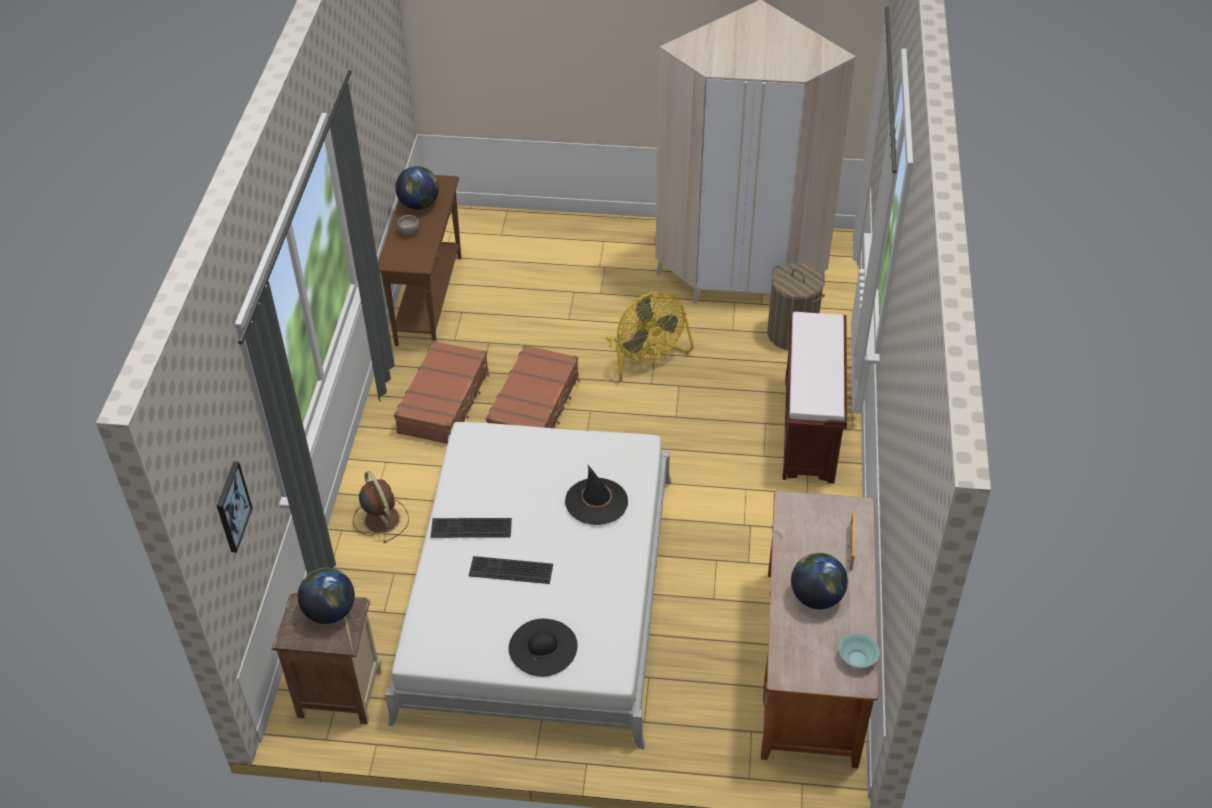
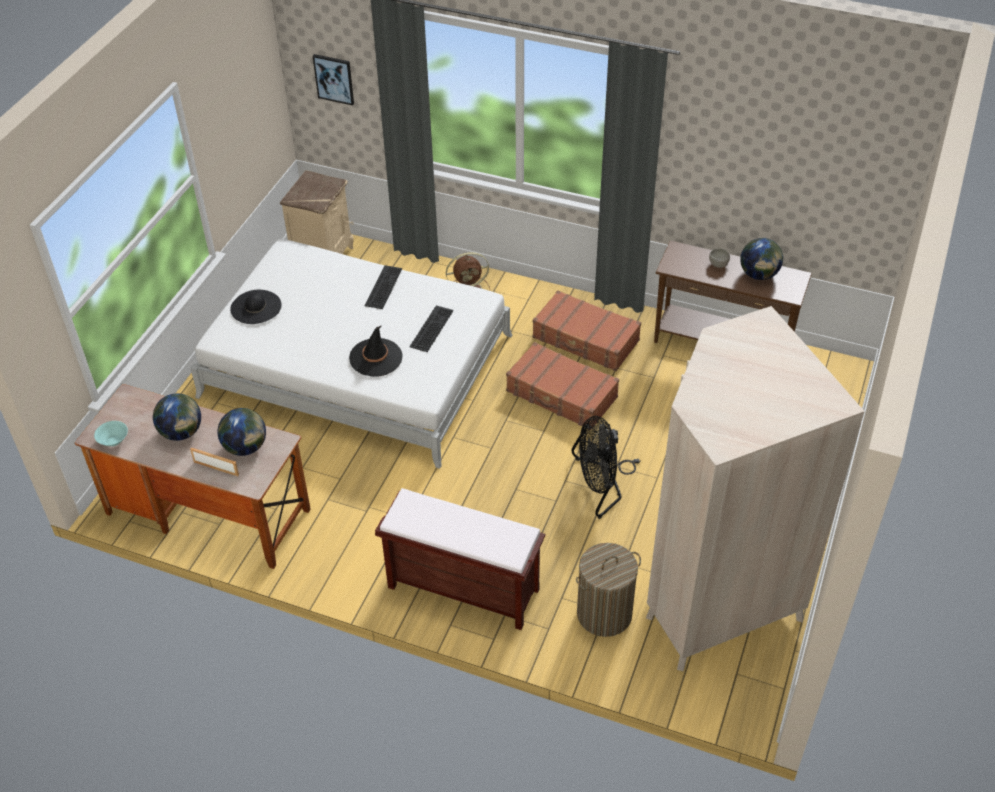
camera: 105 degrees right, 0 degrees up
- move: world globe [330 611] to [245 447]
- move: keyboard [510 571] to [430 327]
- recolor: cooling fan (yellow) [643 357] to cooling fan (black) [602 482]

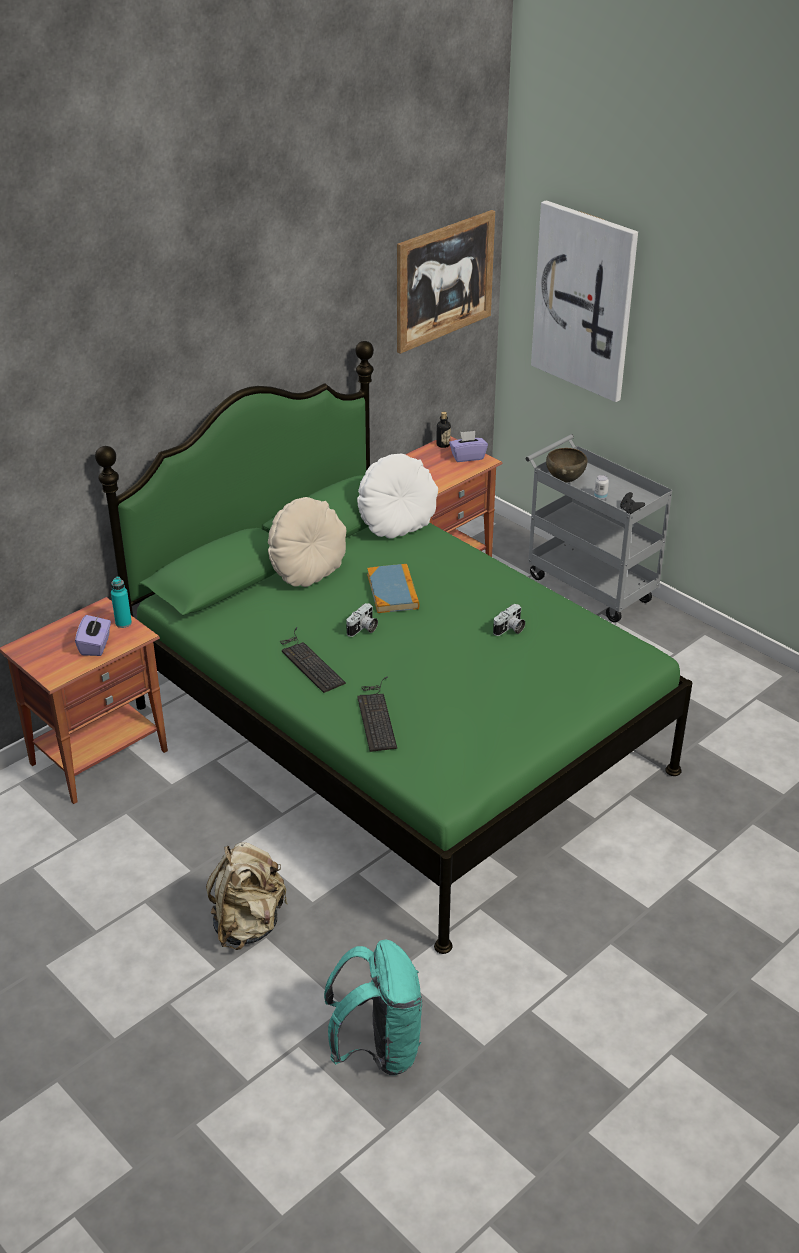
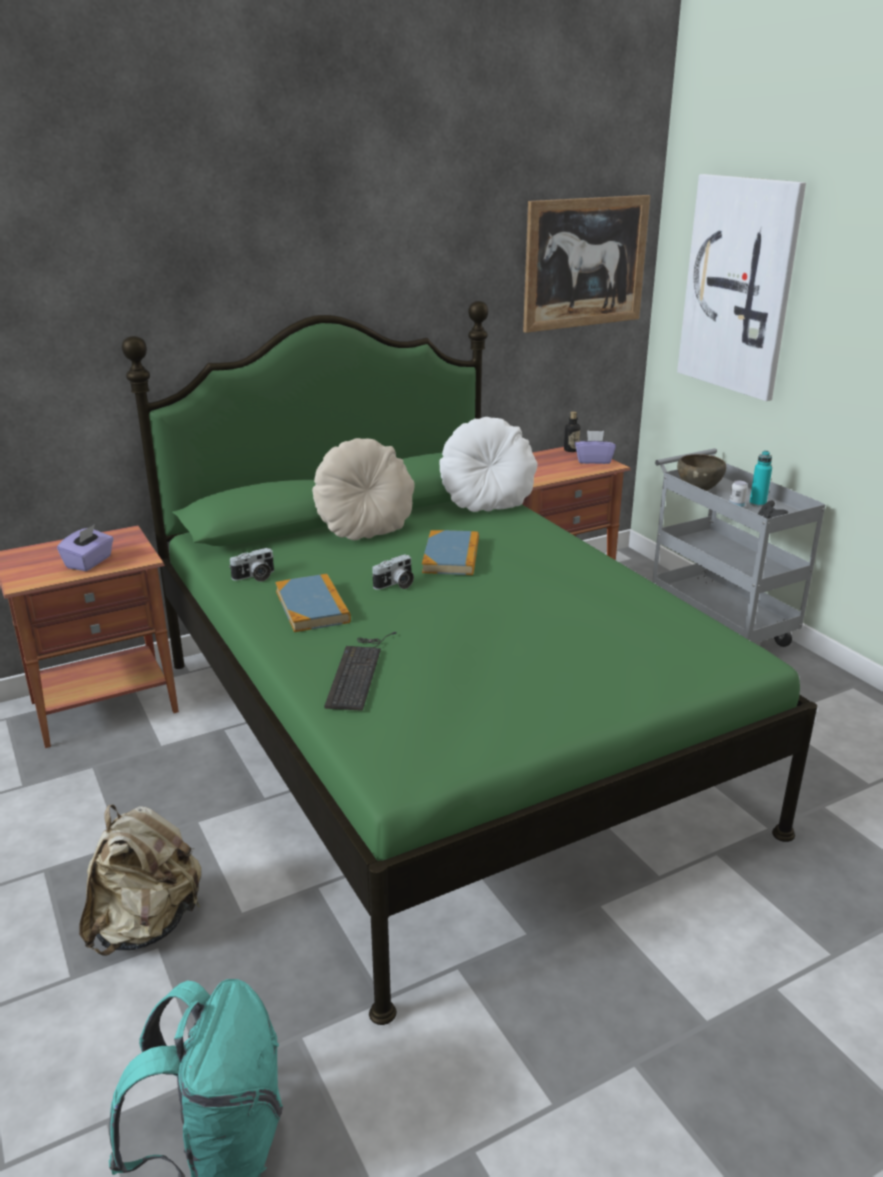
camera: 15 degrees right, 10 degrees down
- move: photo camera [510 629] to [255 577]
- replace: keyboard [309 661] to bound book [312 606]
- move: bottle (turquoise) [123 623] to [757 504]

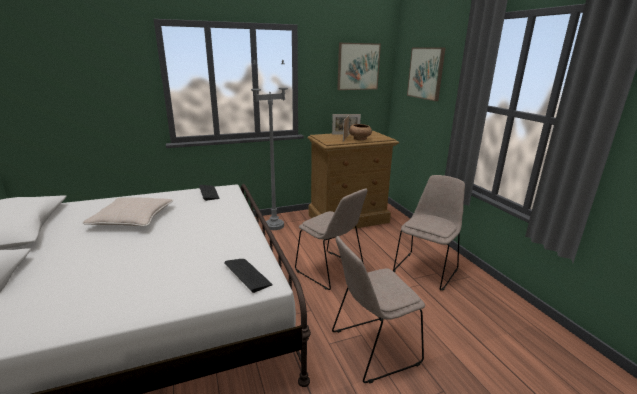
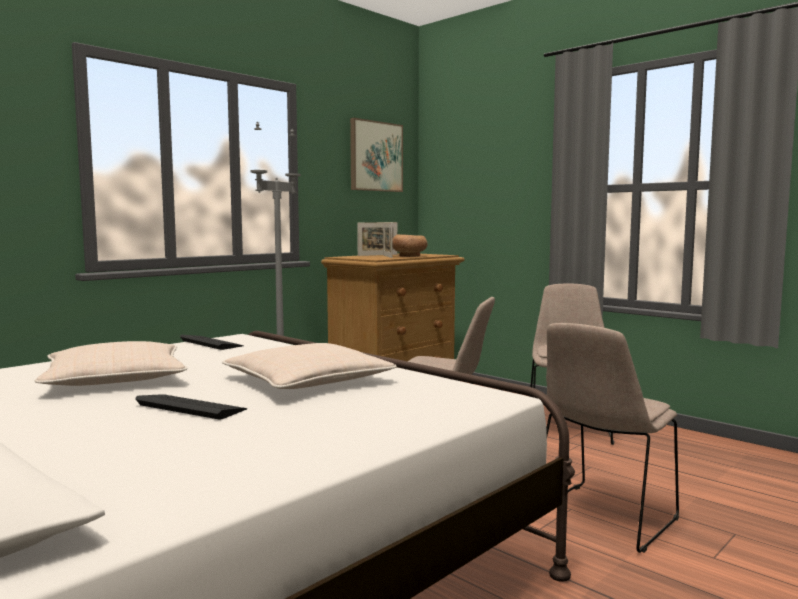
camera: 25 degrees left, 15 degrees down
- move: keyboard [247 275] to [191 407]
- insert: pillow (beige) [308 380]
- delete: wall picture [426 73]

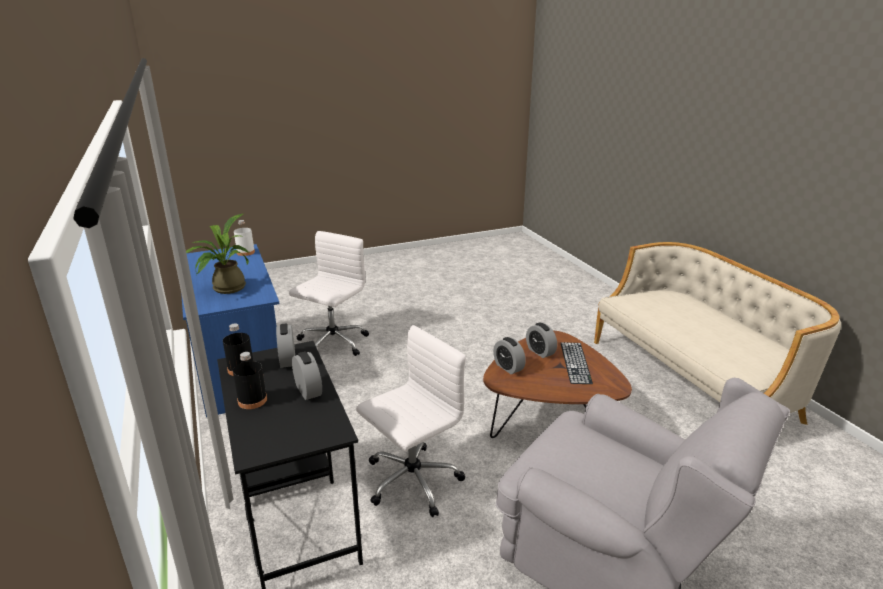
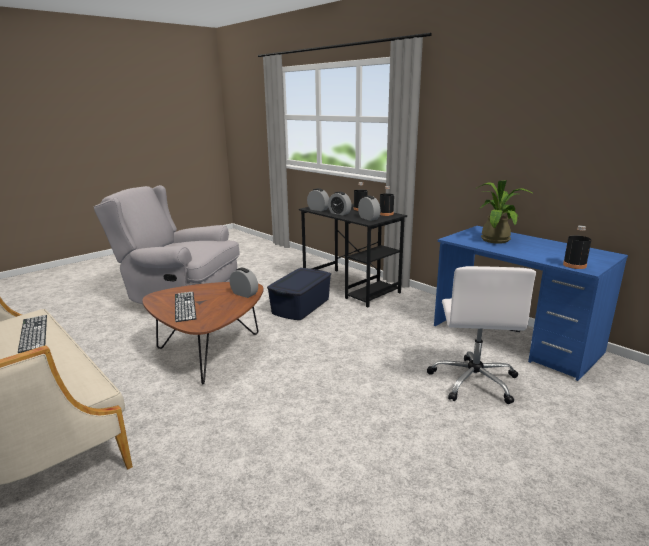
camera: 160 degrees right, 5 degrees down
- insert: keyboard [33 333]
- replace: desk chair (white) [411 481] to storage box (blue) [300 306]
- move: table clock [540 352] to [318 209]
- recolor: bottle (white) [245 252] to bottle (black) [574 265]

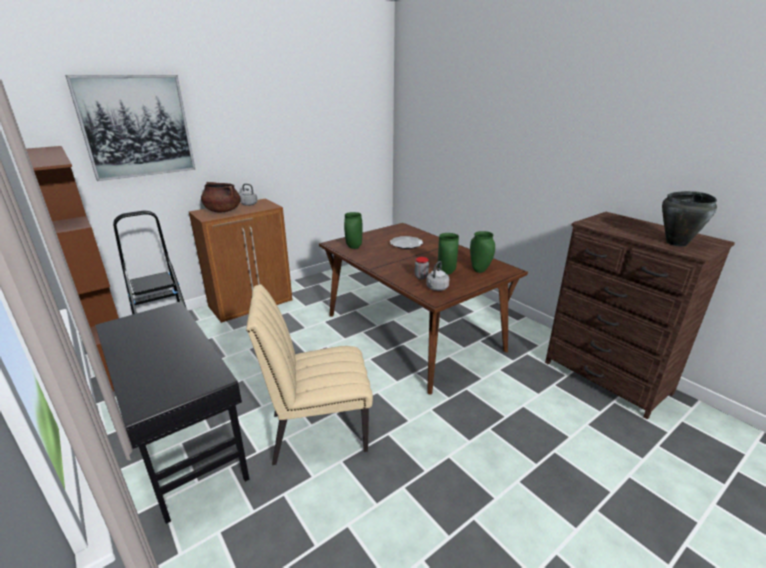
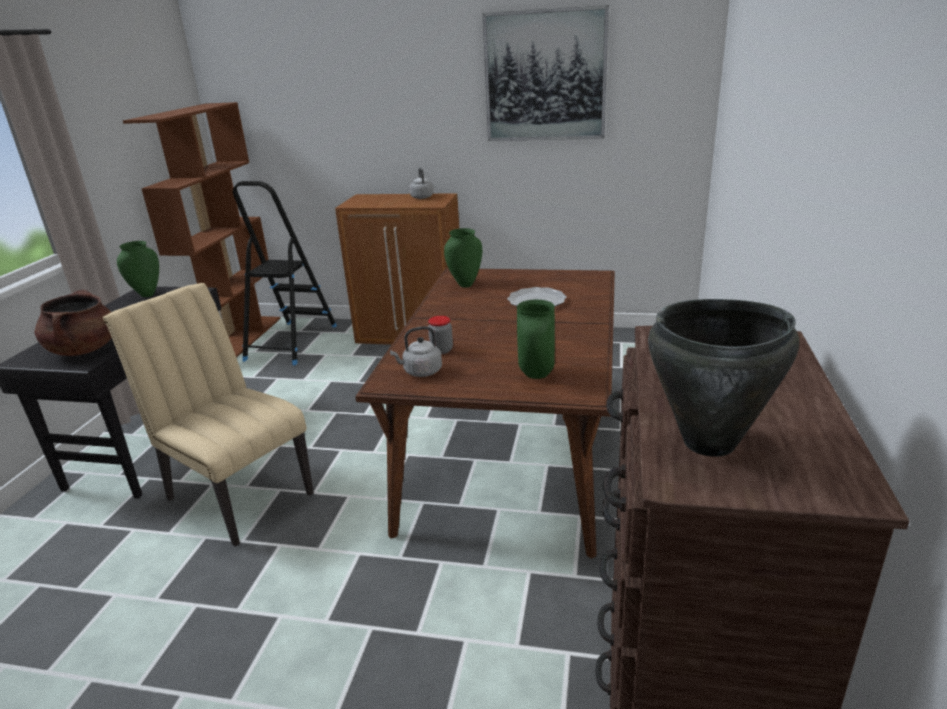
camera: 50 degrees right, 0 degrees up
- move: saucepot (brownish) [222 211] to [84 349]
- move: flower vase (green-coloured) [445 272] to [147 294]
- move: wall picture [136 127] to [545 76]

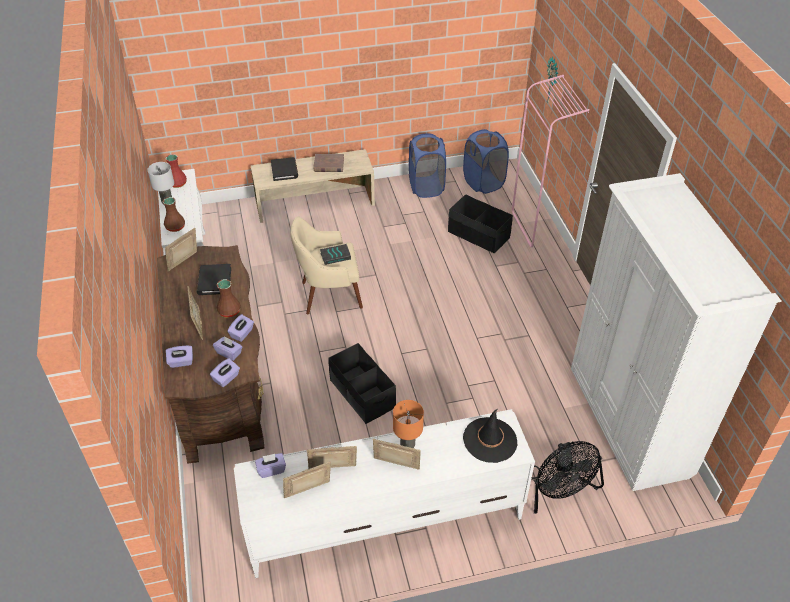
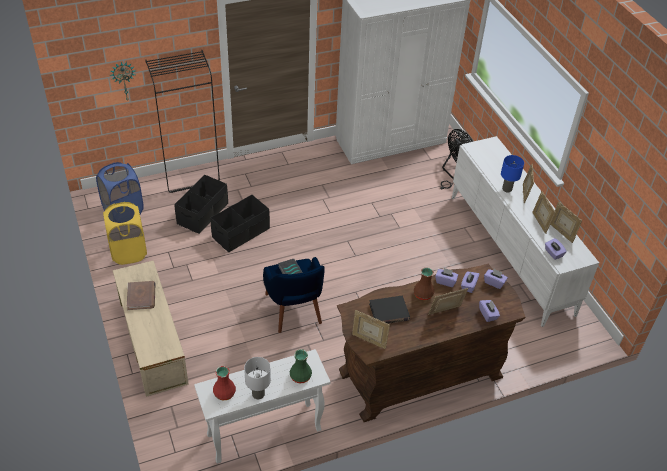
camera: 100 degrees left, 0 degrees up
- recolor: washing basket (blue) [426 187] to washing basket (yellow) [129 252]
- recolor: garment stand (pinkish) [536 227] to garment stand (black) [191 178]
- move: storage box (black) [362 394] to [241 233]
- recolor: lounge chair (beige) [329 295] to lounge chair (blue) [294 310]
- recolor: flower vase (brownish) [175 227] to flower vase (green-coloured) [301 376]
- recolor: table lamp (orange-coloured) [408 445] to table lamp (blue) [507 189]
- delete: bound book (black) [284 170]
- delete: wearable hat (black) [490 440]

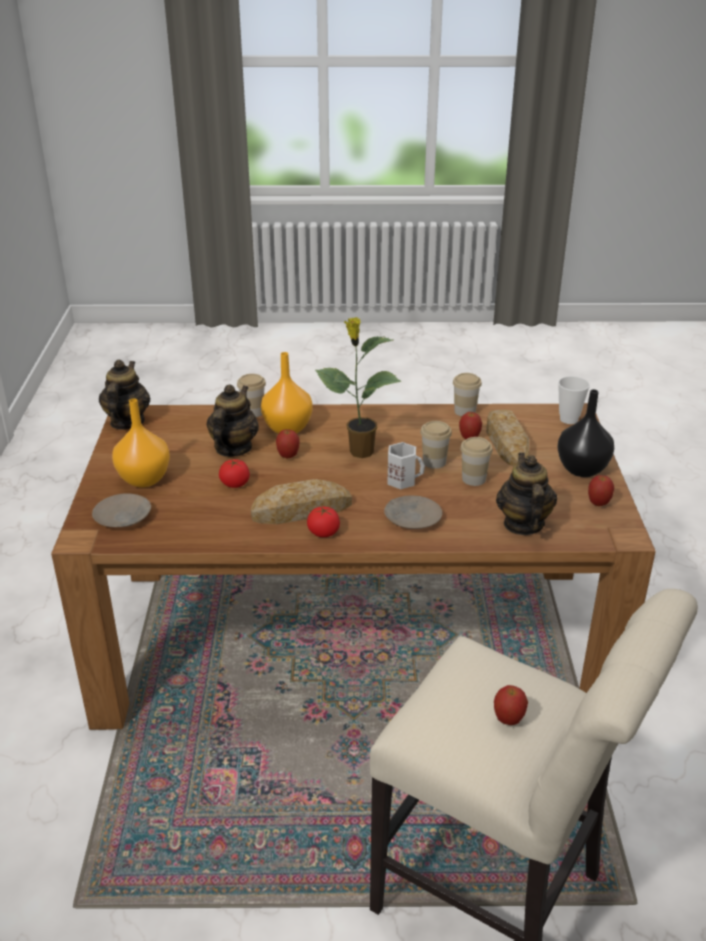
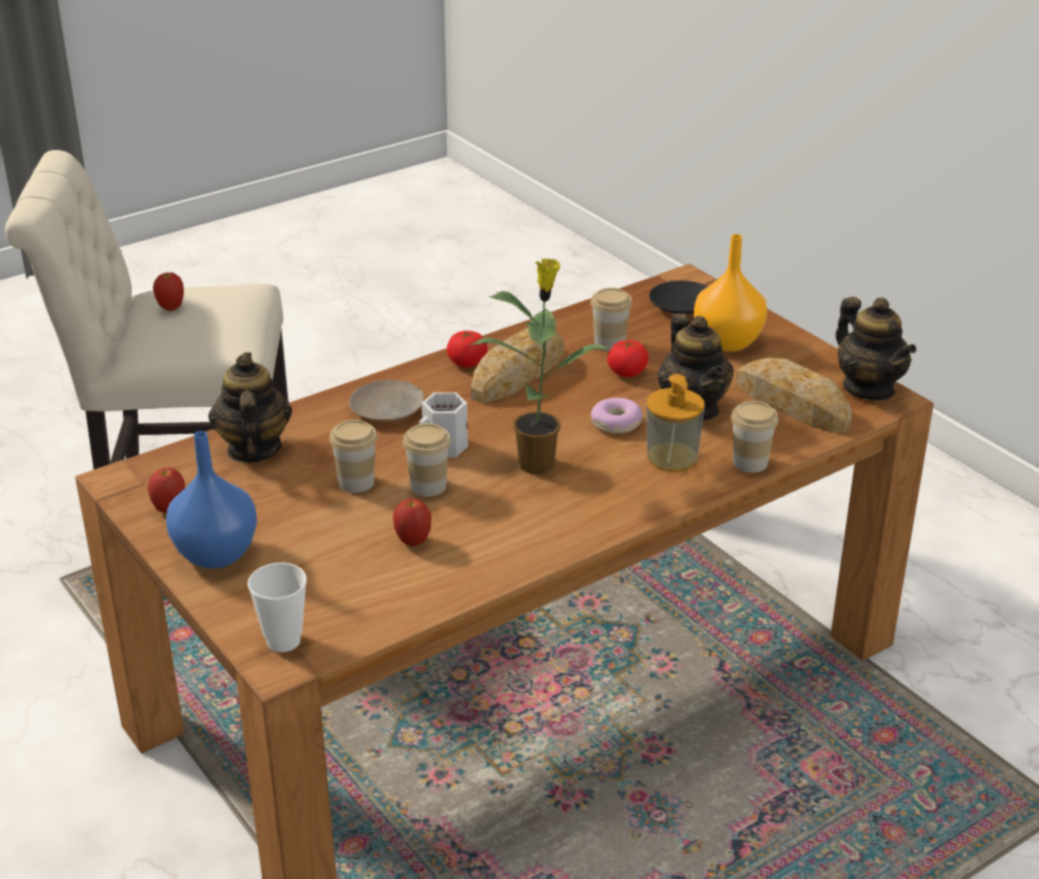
camera: 145 degrees right, 0 degrees up
- recolor: flower vase (black) [582 470] to flower vase (blue) [215 553]
- rotate: teapot [523 524] = [253 449] 150 degrees counterclockwise
- move: small cup [465 411] to [609 344]
- replace: apple fruit [288 456] to donut [616 423]
- replace: flower vase (orange-coloured) [286 428] to soap dispenser [672 457]
- recolor: dinner plate (beige) [123 517] to dinner plate (black) [681 305]
- move: bakery bread [506 443] to [792 404]

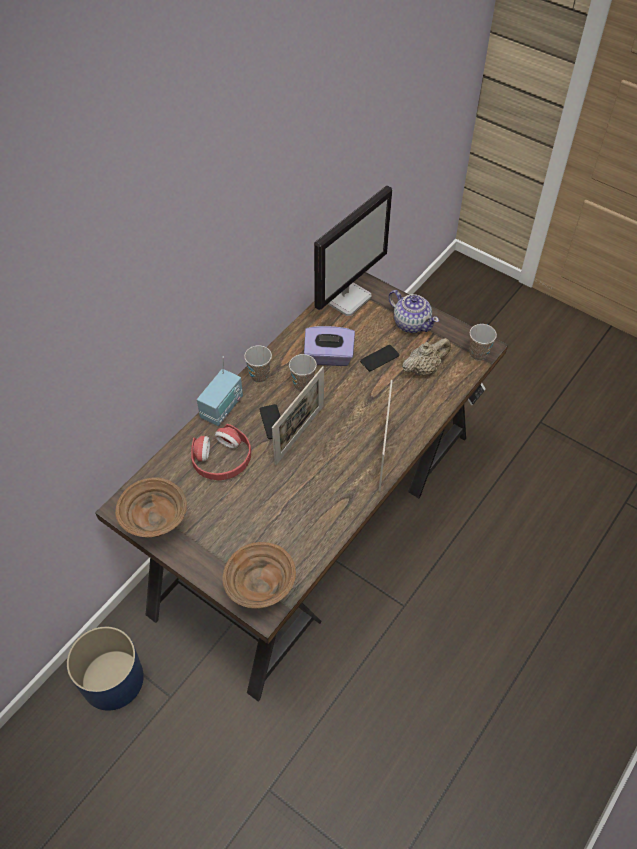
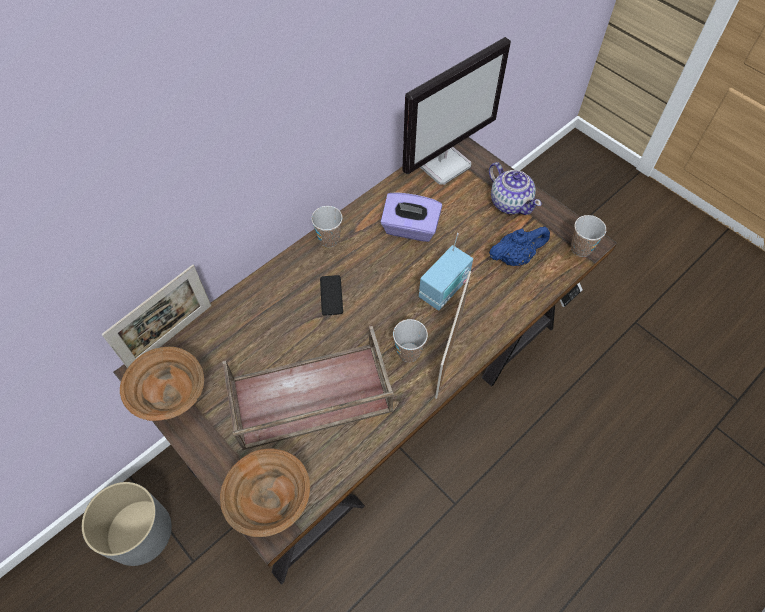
camera: 10 degrees right, 5 degrees up
- recolor: plant pot (blue) [112 679] to plant pot (gray) [139 531]
- move: picture frame [299 434] to [171 337]
- insert: serving tray (brownish) [309 397]
- move: small cup [303 384] to [408 352]
- move: radio [222 408] to [444 289]
- recolor: teapot (beige) [424 369] to teapot (blue) [515 257]
- delete: pair of headphones (reddish) [222 459]
- delete: telephone [379 358]

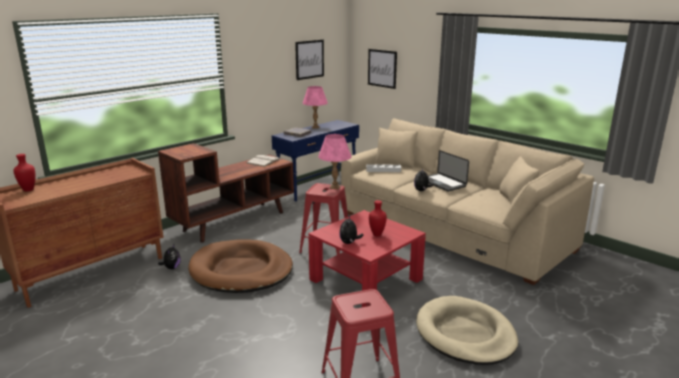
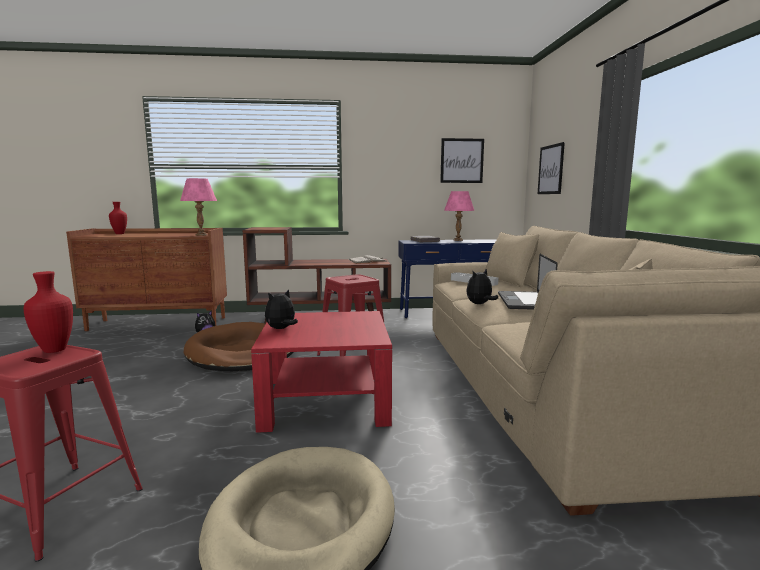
camera: 40 degrees right, 10 degrees down
- move: flower vase (reddish) [377 234] to [56 350]
- move: table lamp (pinkish) [334 187] to [201 235]

